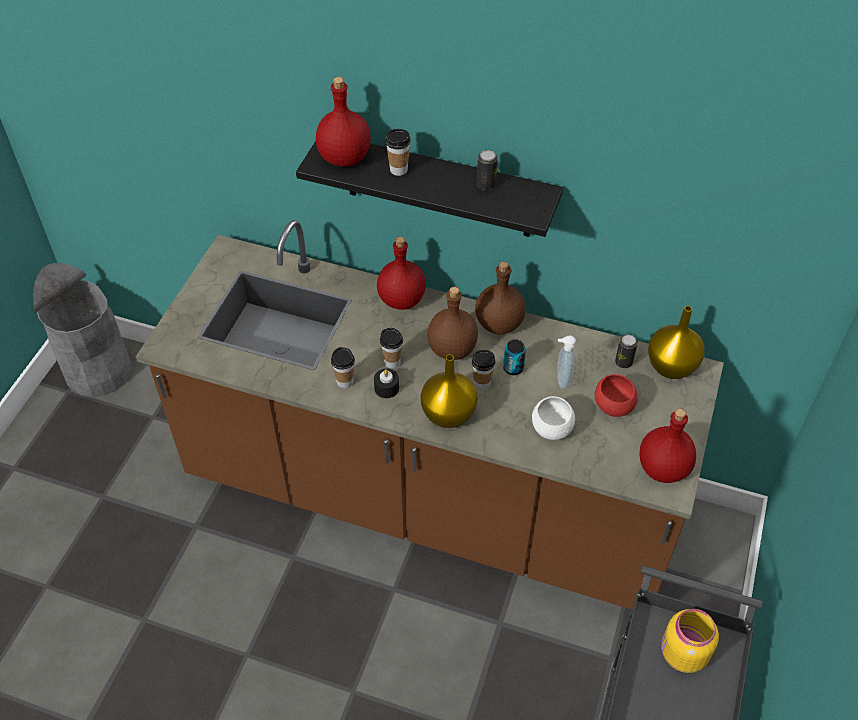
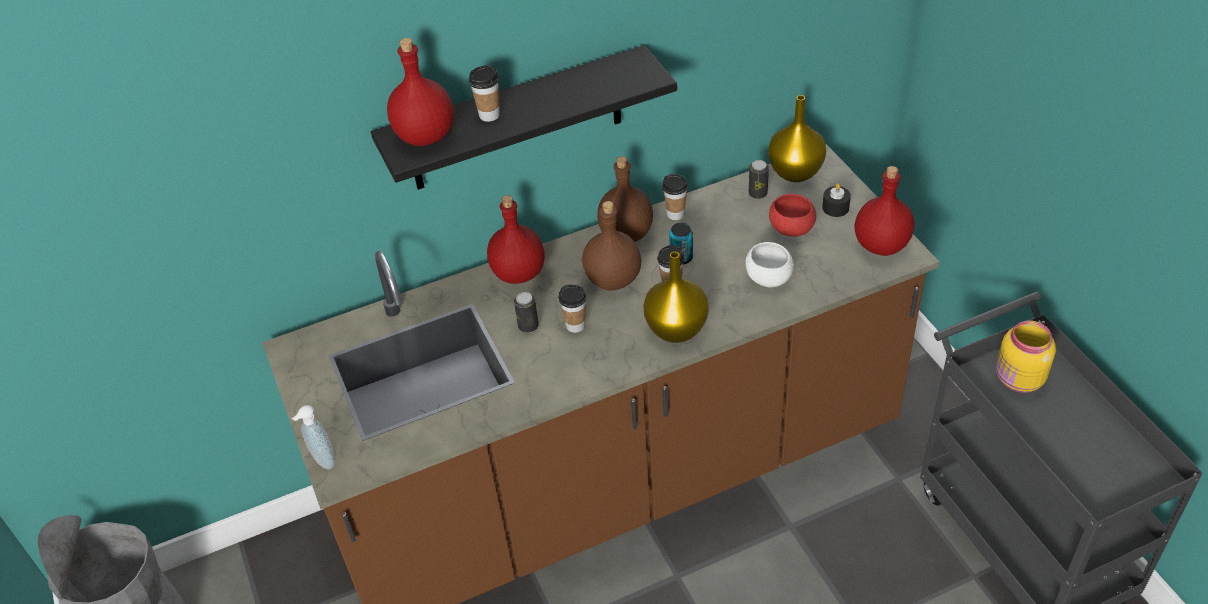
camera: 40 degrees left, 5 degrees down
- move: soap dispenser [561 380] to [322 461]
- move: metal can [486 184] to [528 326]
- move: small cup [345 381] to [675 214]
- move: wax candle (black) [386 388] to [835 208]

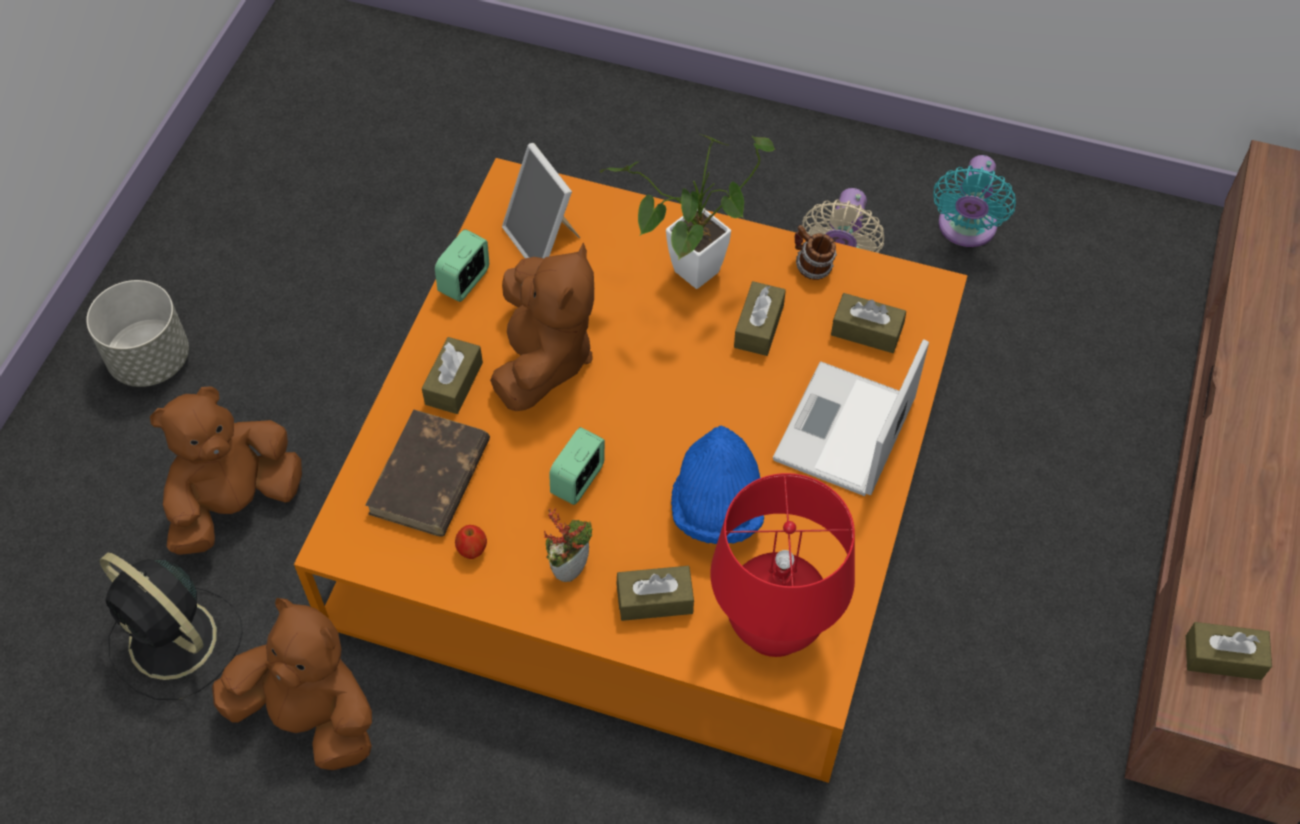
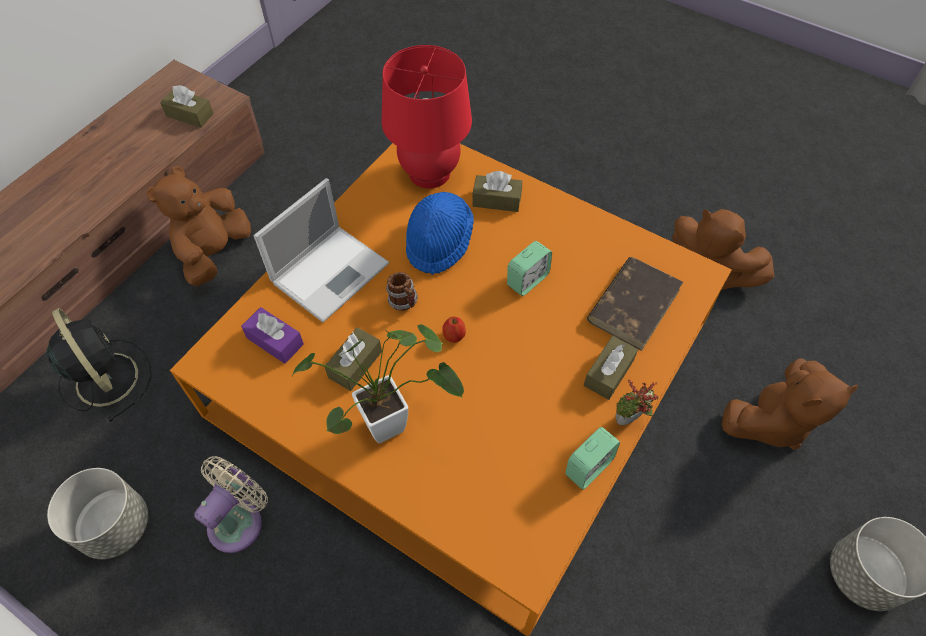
camera: 165 degrees left, 0 degrees up
- move: cooling fan (black) [176 642] to [106 377]
- replace: cooling fan (turquoise) [965 229] to plant pot (gray) [115 526]
- move: cuddly toy (brownish) [543 359] to [214 252]
- recolor: tissue holder (brownish) [866 331] to tissue holder (purple) [275 341]
- move: coffee mug [811 266] to [404 302]
- move: apple fruit [472 550] to [454 336]
- move: potted plant [570 566] to [628 421]
- delete: picture frame [544 241]

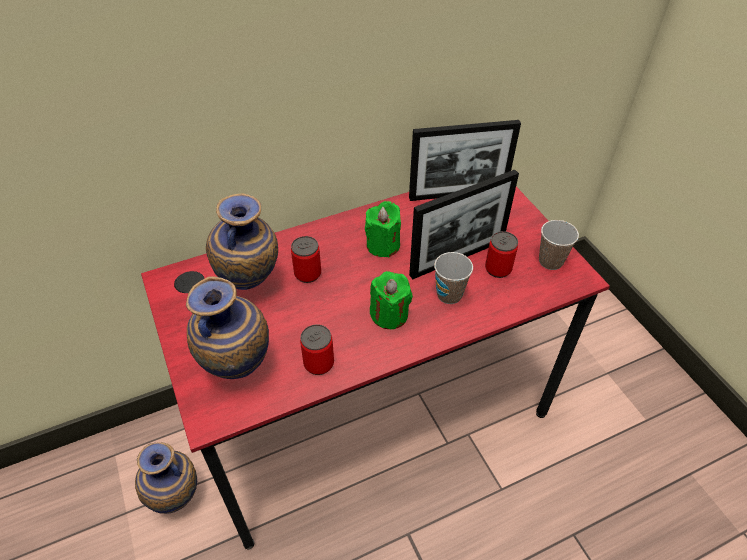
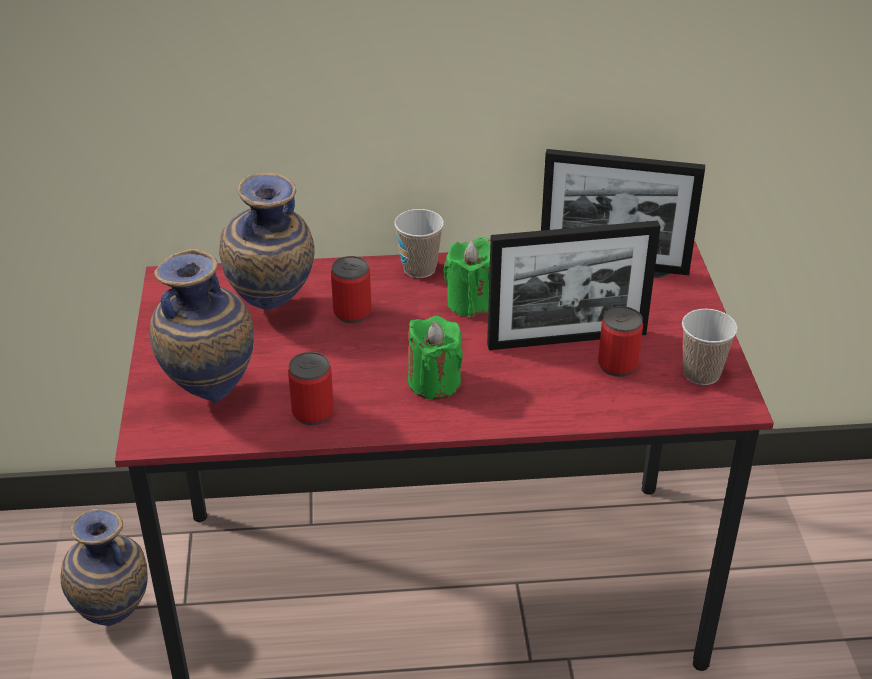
camera: 20 degrees right, 10 degrees down
- move: small cup [449 294] to [419 269]

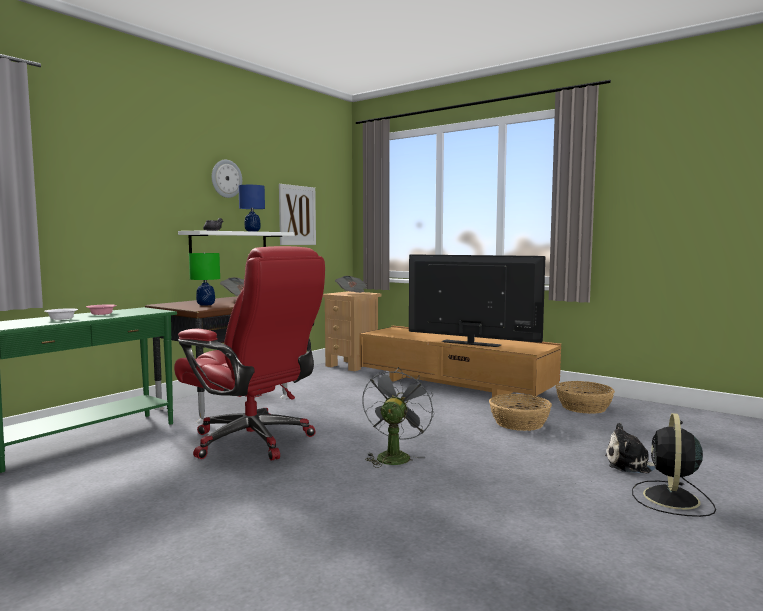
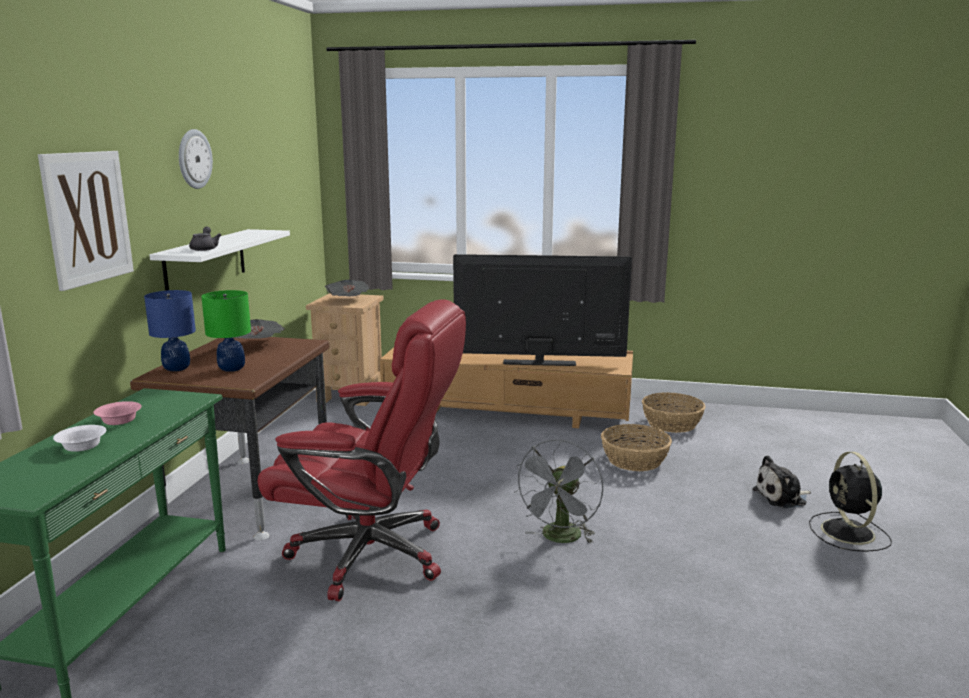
camera: 25 degrees left, 10 degrees up
- move: wall picture [297 215] to [87 217]
- move: table lamp (blue) [252 231] to [177 369]
- rotate: cooling fan (gray) [394 456] = [560 538] 150 degrees counterclockwise

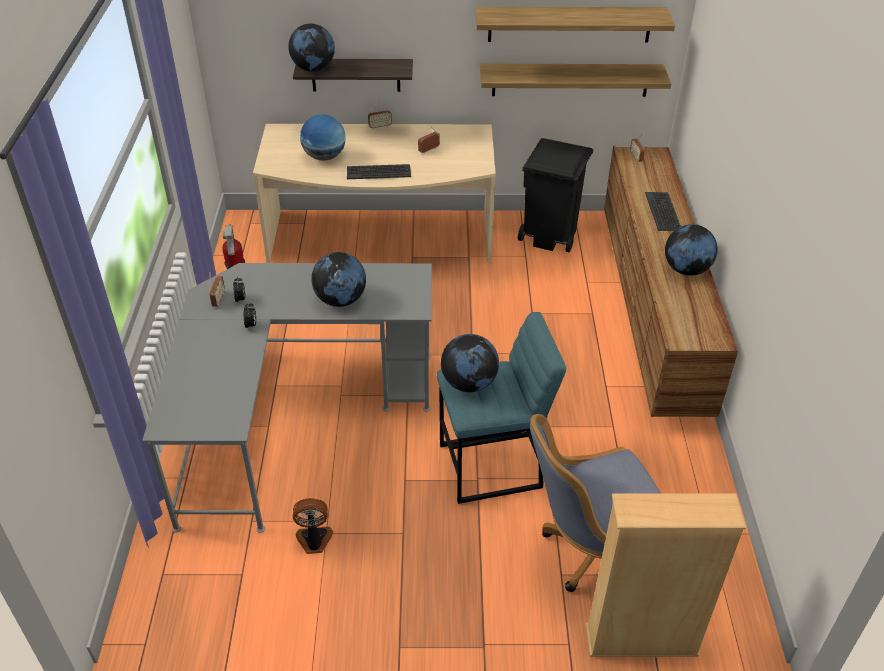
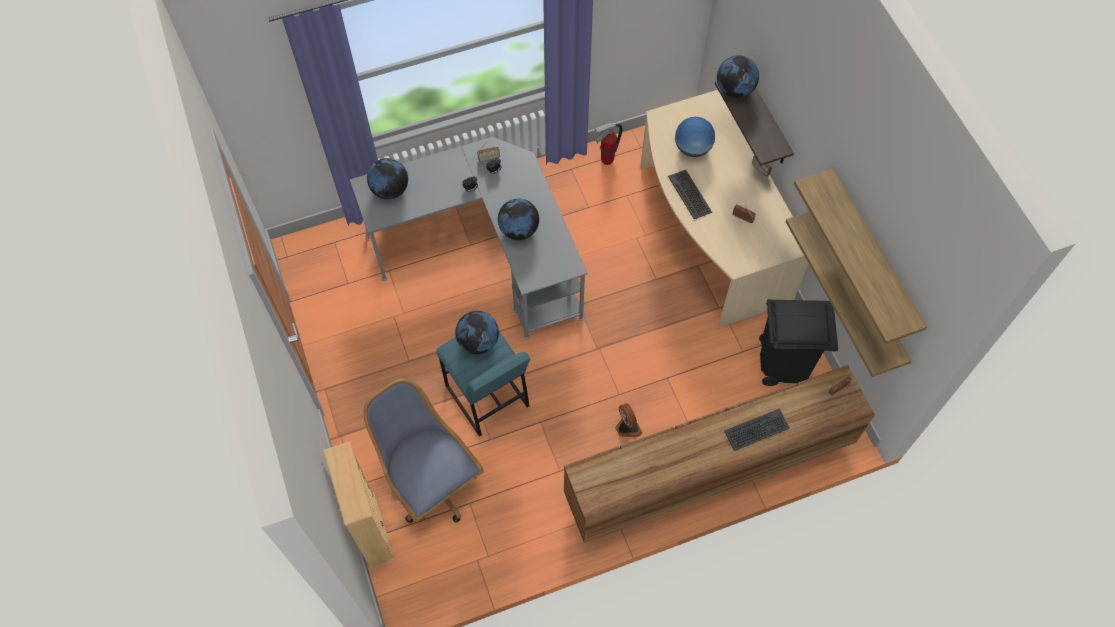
camera: 70 degrees right, 20 degrees up
- move: world globe [686 270] to [390 190]
- move: cooling fan [314 541] to [627 427]

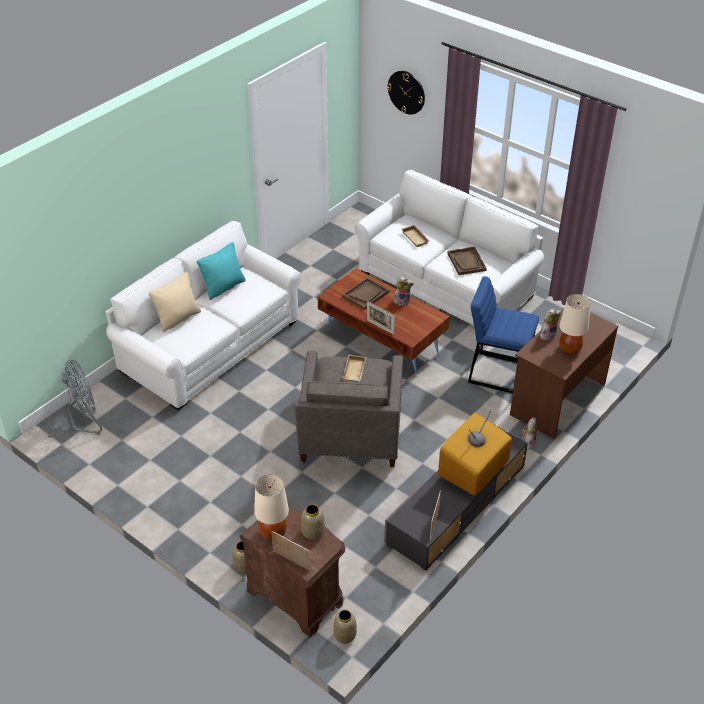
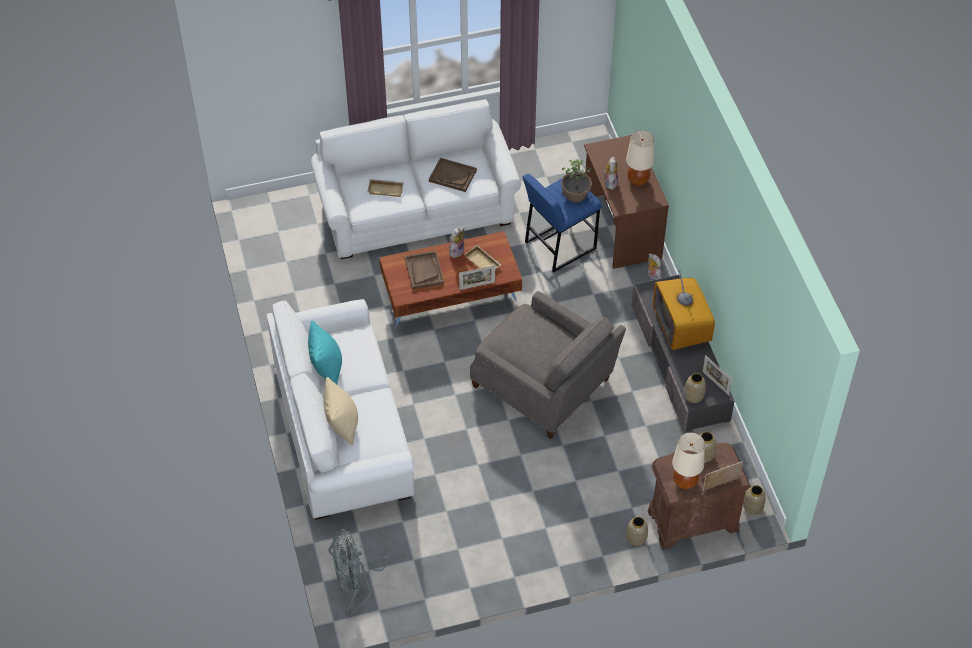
camera: 55 degrees left, 10 degrees up
- rotate: cooling fan (gray) [80 418] = [355 580] 120 degrees counterclockwise
- move: serving tray (beige) [355 371] to [483 262]
- insert: potted plant [575 194]
- insert: flower vase [694 396]
- delete: wall clock [406 92]

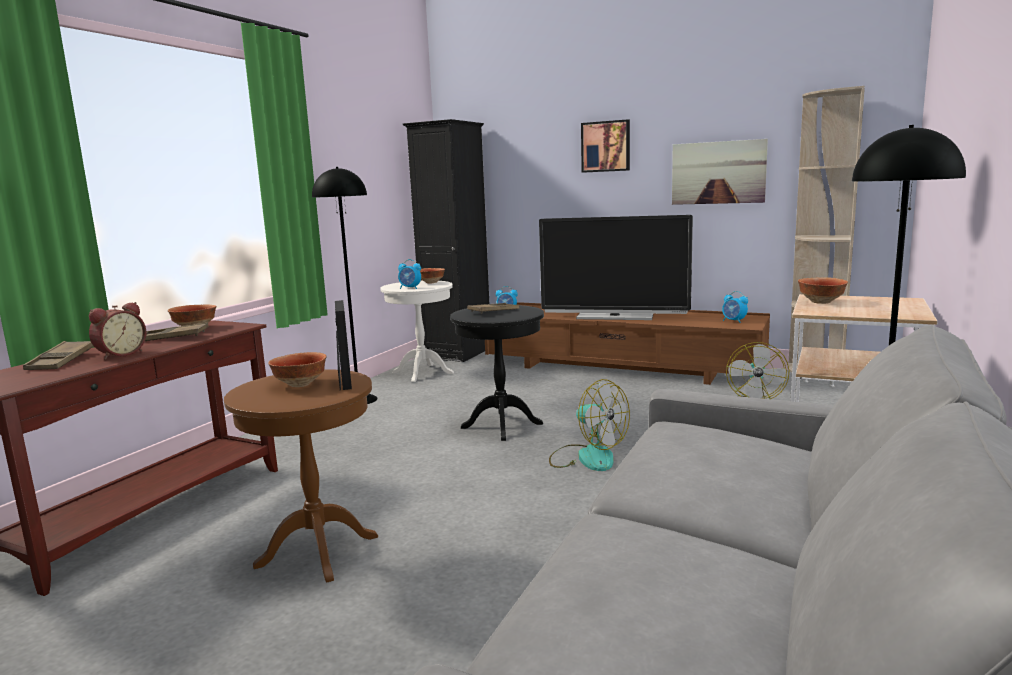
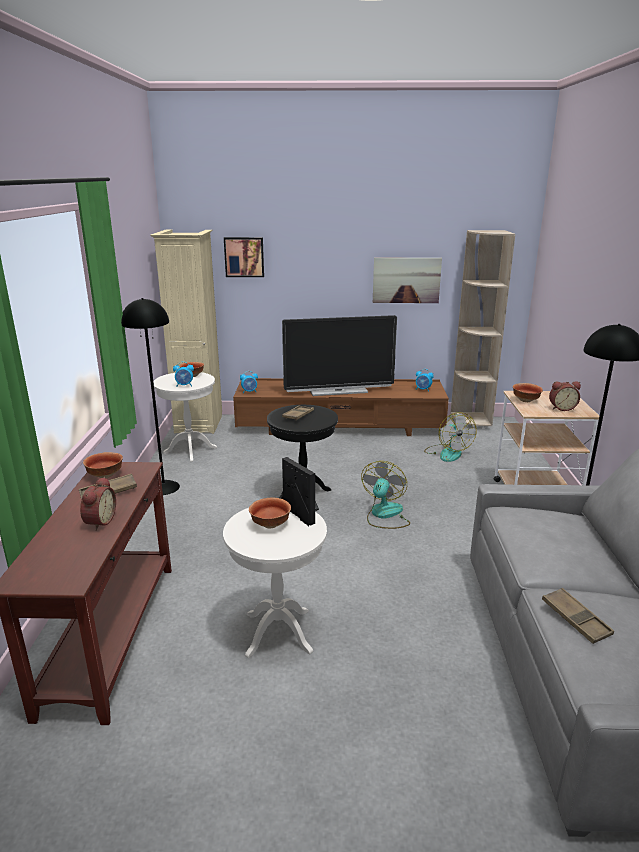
camera: 25 degrees left, 10 degrees up
- recolor: cupboard (black) [457 353] to cupboard (beige) [199 424]
- recolor: side table (brownish) [317 551] to side table (white) [278 632]
- move: wall picture [606 146] to [244 257]
- rotate: cooling fan [587 457] = [384 515] 90 degrees counterclockwise
- move: serving tray (brownish) [62 361] to [575 619]
- insert: table clock [561 408]

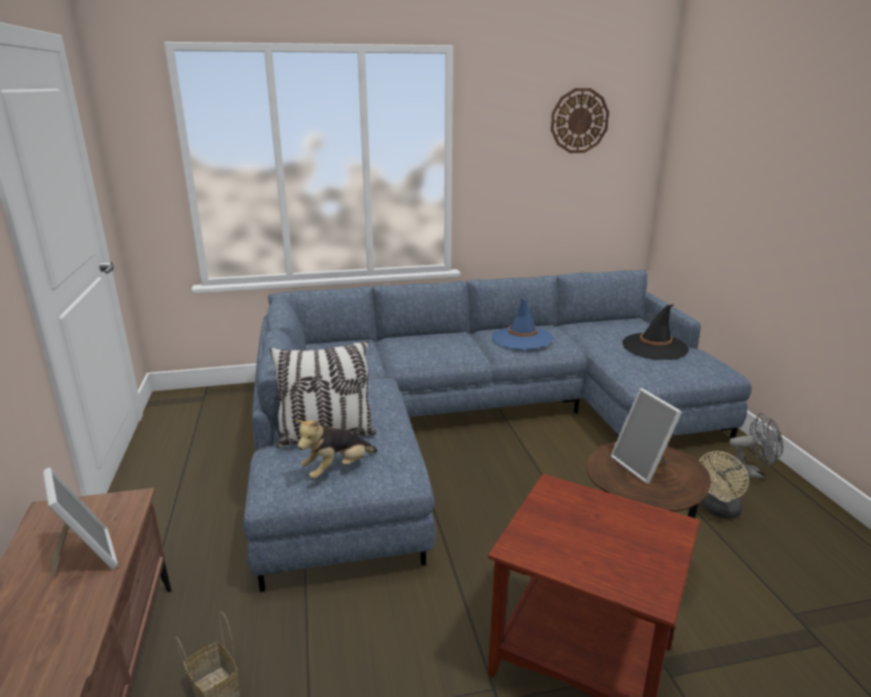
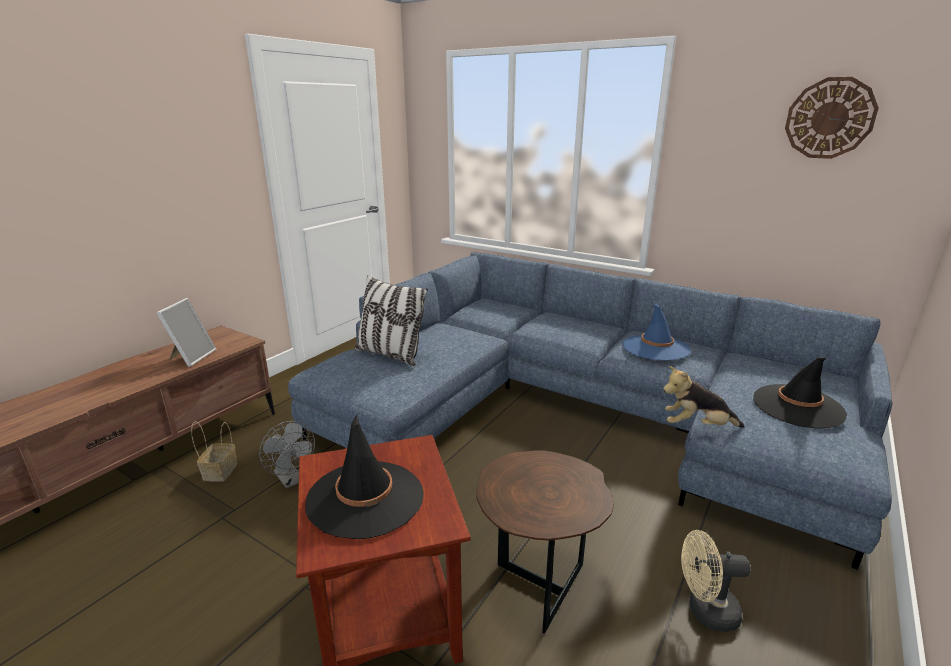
camera: 45 degrees right, 0 degrees up
- move: cooling fan (gray) [750 473] to [292 480]
- insert: wearable hat (black) [365 498]
- move: cuddly toy [337 469] to [696 426]
- delete: picture frame [642 466]

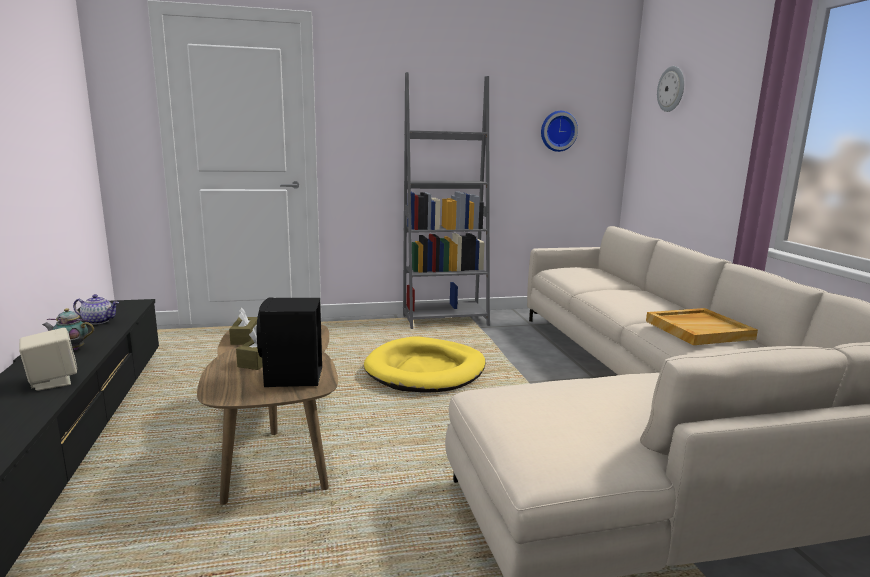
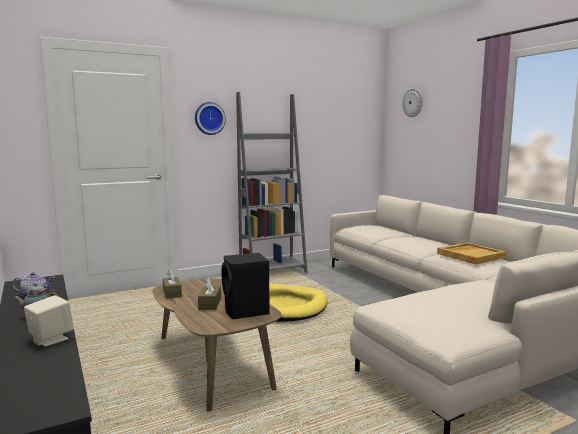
camera: 15 degrees left, 5 degrees down
- move: wall clock [558 131] to [209 118]

